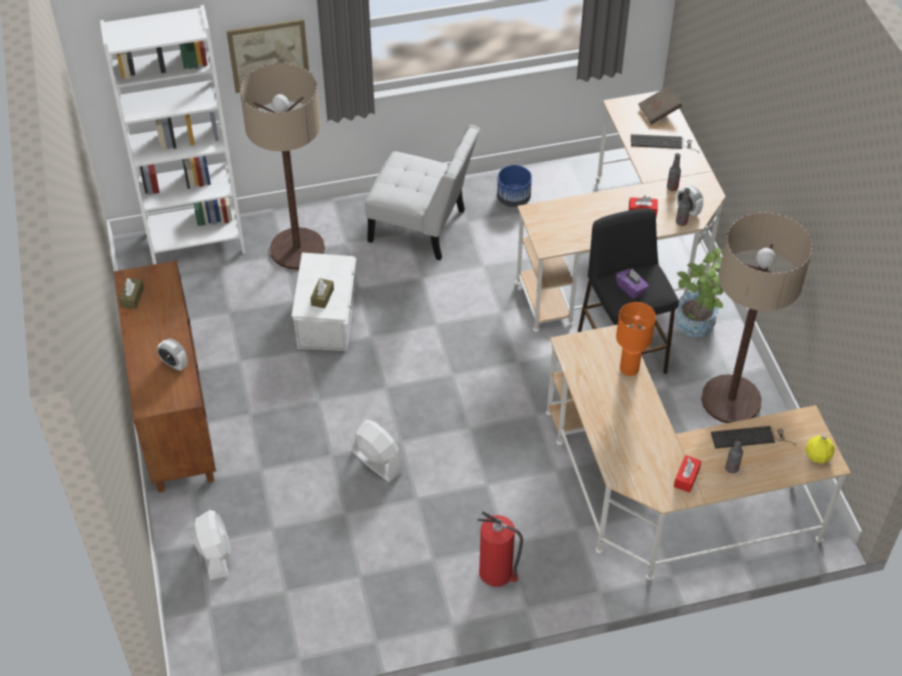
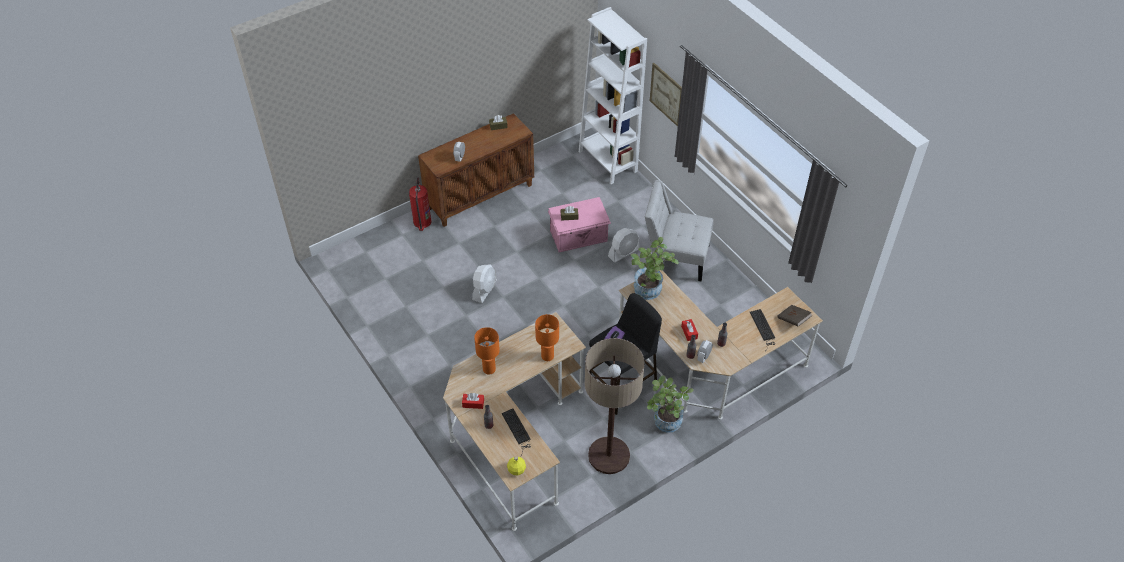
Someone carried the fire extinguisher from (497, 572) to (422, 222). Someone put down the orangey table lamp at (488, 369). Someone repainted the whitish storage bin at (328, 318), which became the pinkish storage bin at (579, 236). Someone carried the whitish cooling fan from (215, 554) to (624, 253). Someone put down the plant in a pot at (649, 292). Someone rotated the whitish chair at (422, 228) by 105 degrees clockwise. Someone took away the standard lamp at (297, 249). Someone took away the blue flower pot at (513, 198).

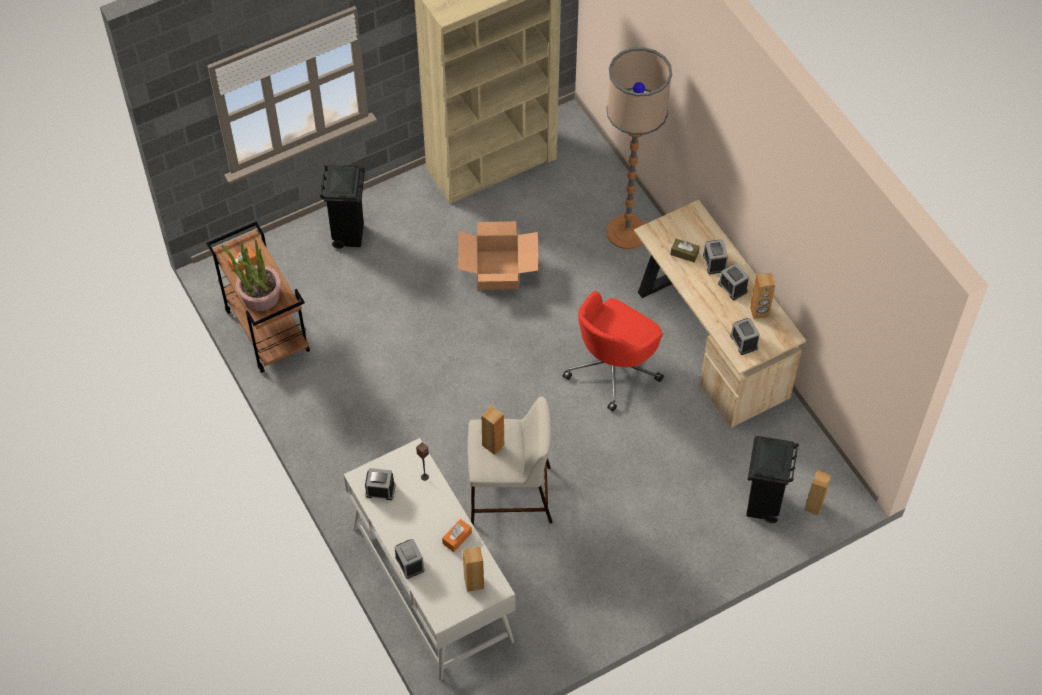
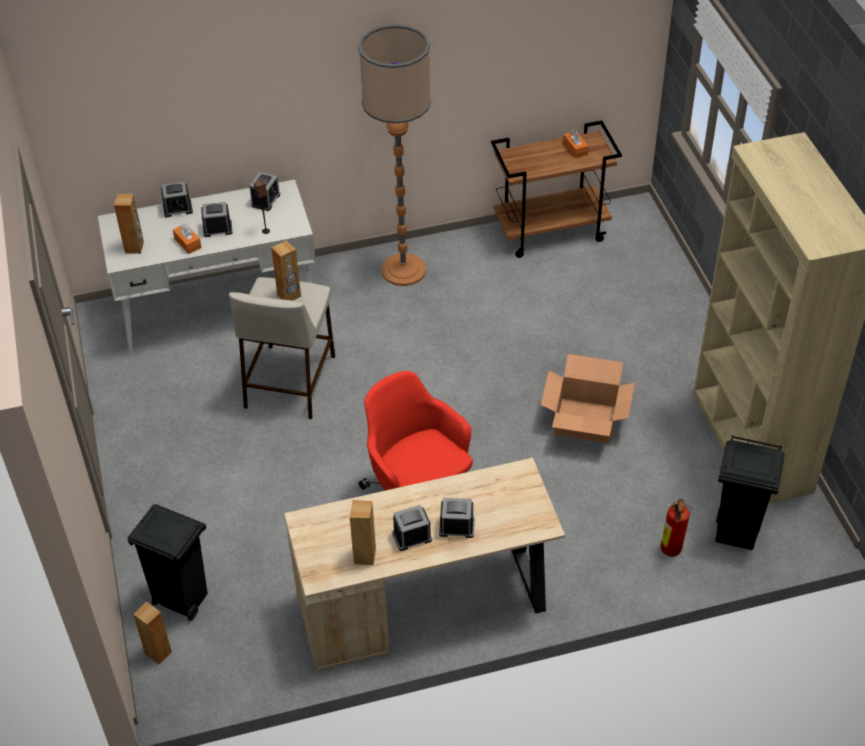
Someone carried the alarm clock from (743, 342) to (217, 229). Someone carried the standard lamp from (627, 232) to (404, 270). Someone put down the fire extinguisher at (670, 552). Someone carried the blackish rubbish bin from (349, 235) to (737, 533). Someone took away the plant in a pot at (260, 295). Someone took away the brown tissue box at (684, 253).

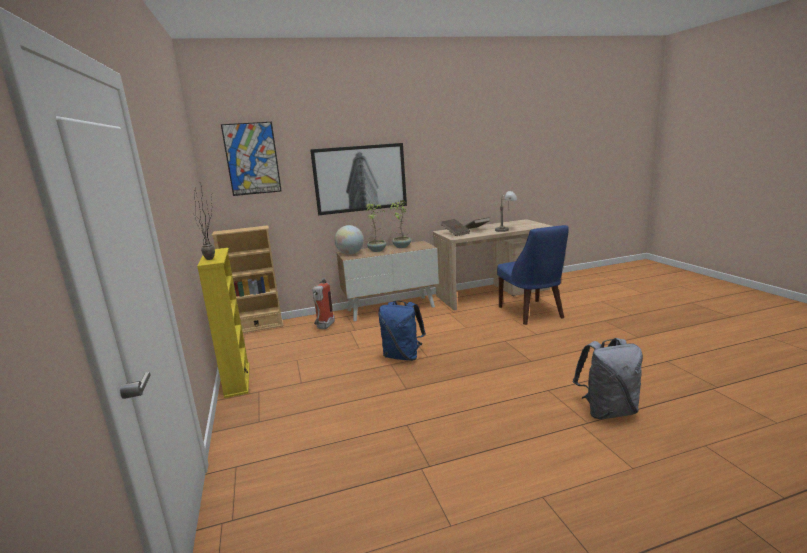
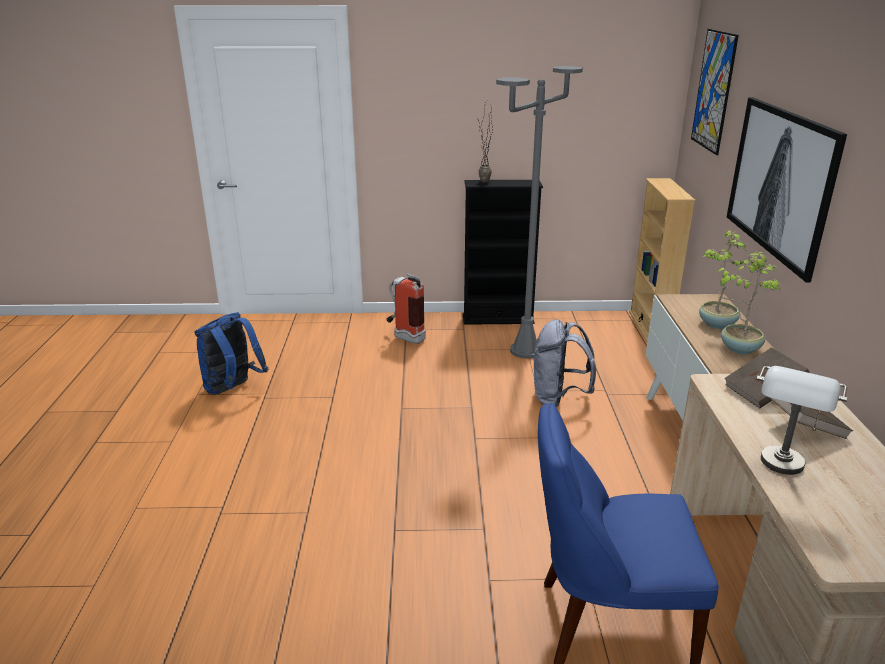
Someone carried the blue rucksack from (403, 356) to (232, 389). Someone carried the fire extinguisher from (324, 327) to (404, 337). Someone repainted the yellowish bookcase at (237, 380), which became the blackish bookcase at (498, 319). Someone put down the grey standard lamp at (525, 351). Someone carried the grey rucksack from (607, 411) to (558, 398). Someone took away the world globe at (350, 254).

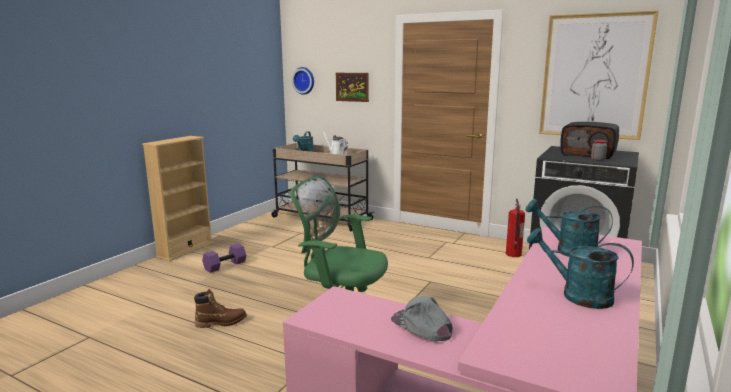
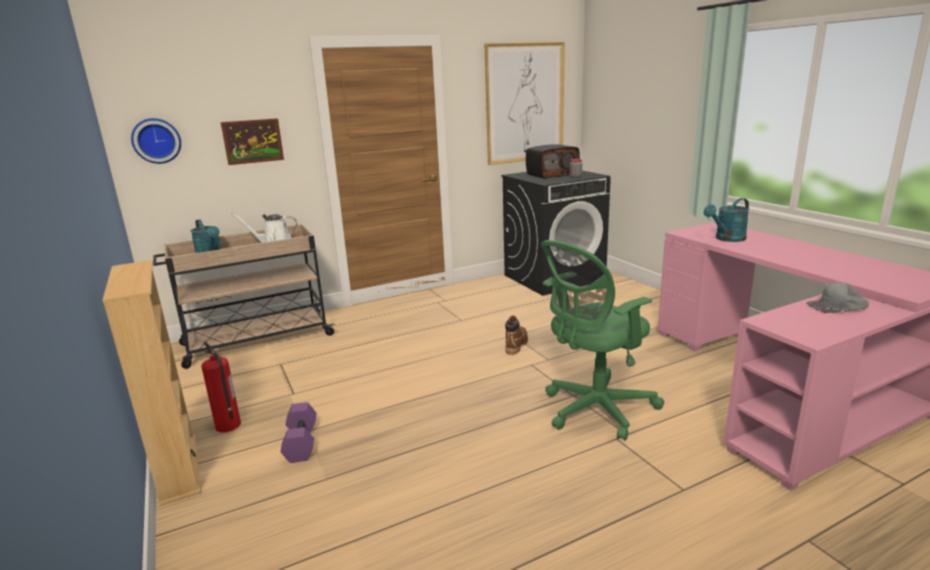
Someone carried the fire extinguisher from (513, 254) to (228, 425). Someone carried the brown high-top boot from (221, 322) to (516, 344). Someone took away the turquoise-coloured watering can at (577, 295).

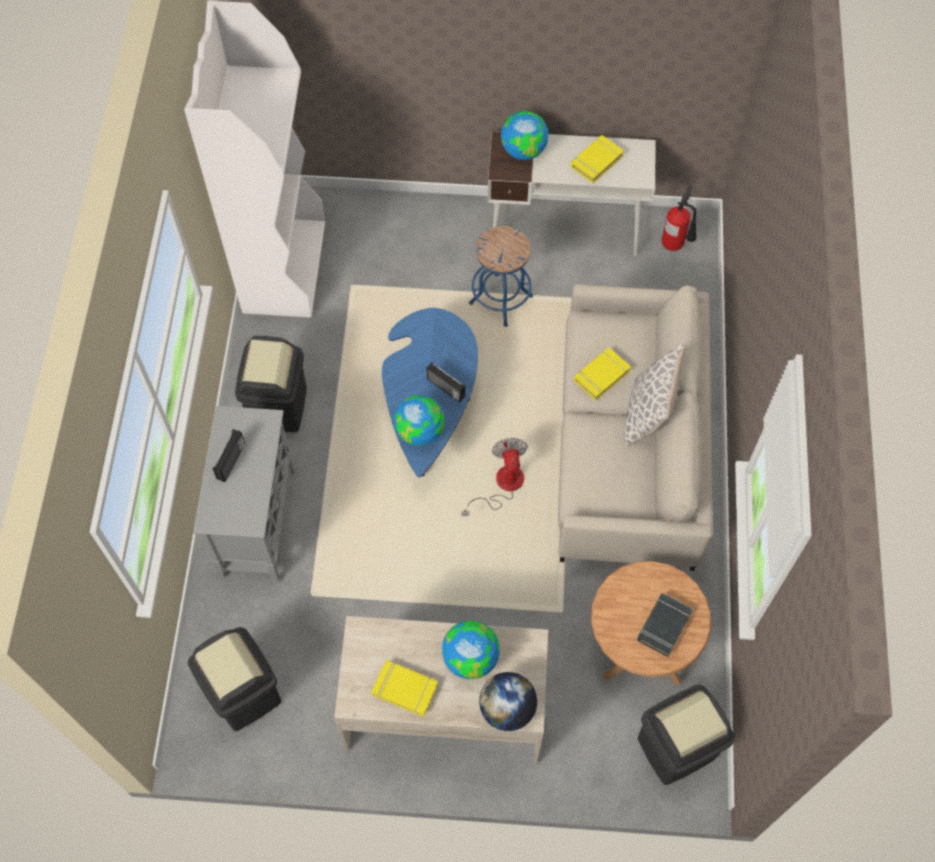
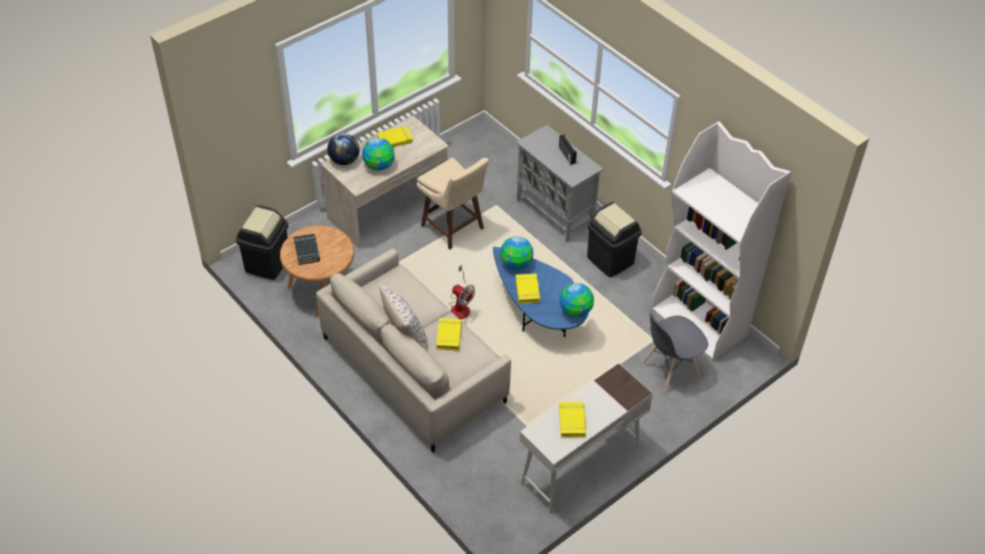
Someone put down the beige-coloured stool seat at (453, 228). Someone swapped the radio receiver at (445, 388) for the yellowish book at (527, 290). Someone carried the world globe from (523, 150) to (576, 311). Someone put down the grey chair at (670, 370). Someone took away the blackish rubbish bin at (243, 693). Someone took away the blue stool seat at (501, 299). Someone took away the fire extinguisher at (676, 244).

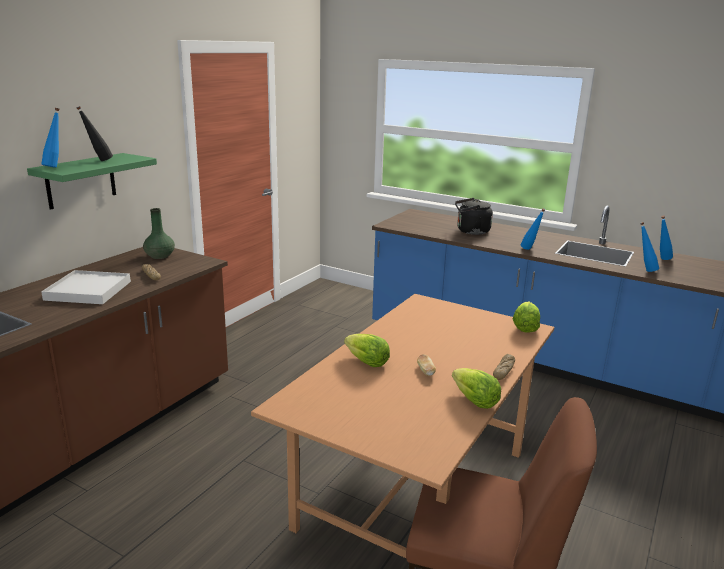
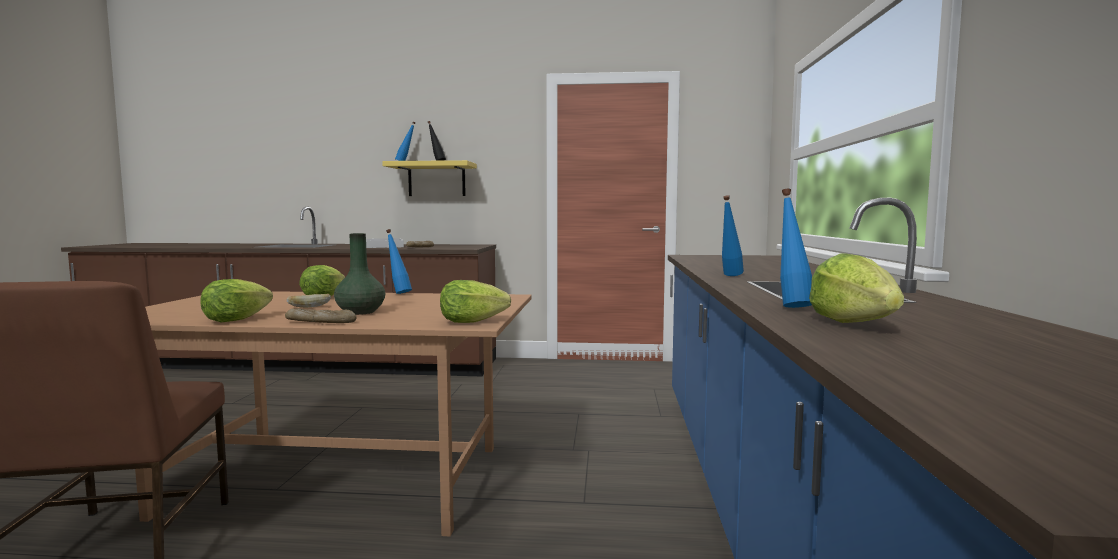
Someone carried the greenish flower vase from (159, 256) to (360, 312). Someone repainted the greenish bracket shelf at (81, 181), which became the yellowish bracket shelf at (436, 180). Someone carried the blue beverage bottle from (661, 259) to (398, 293). Someone put down the lettuce head at (853, 323). Someone took away the blackish kettle at (471, 231).

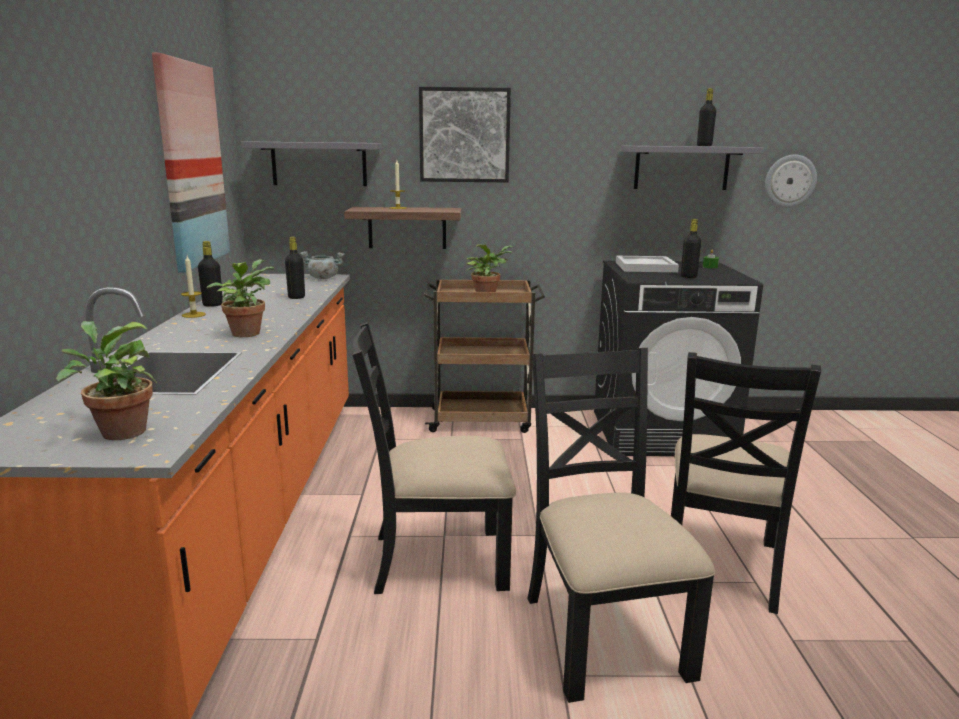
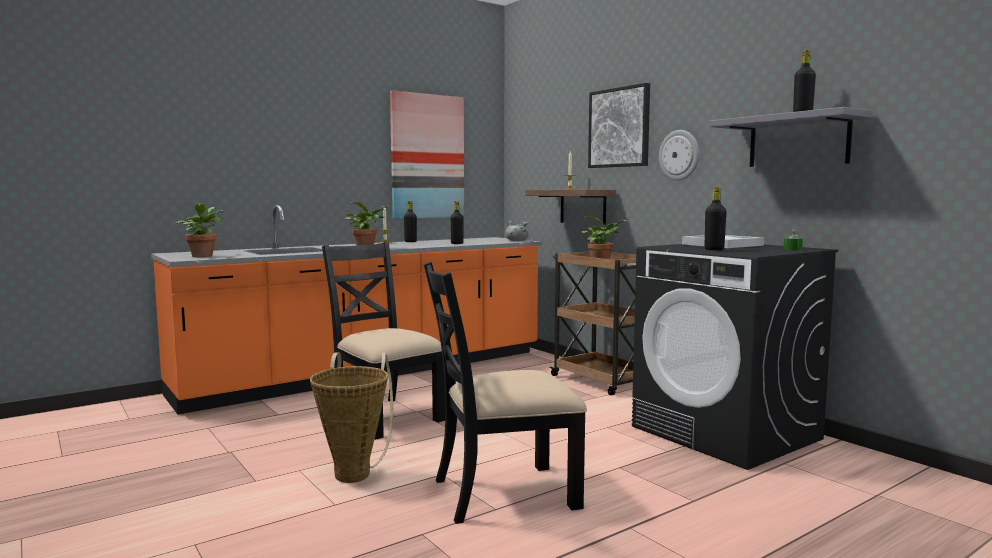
Someone swapped the blackish chair at (603, 634) for the storage basket at (354, 472). Someone carried the clock on the wall from (790, 181) to (679, 155). Someone took away the grey bracket shelf at (319, 164).

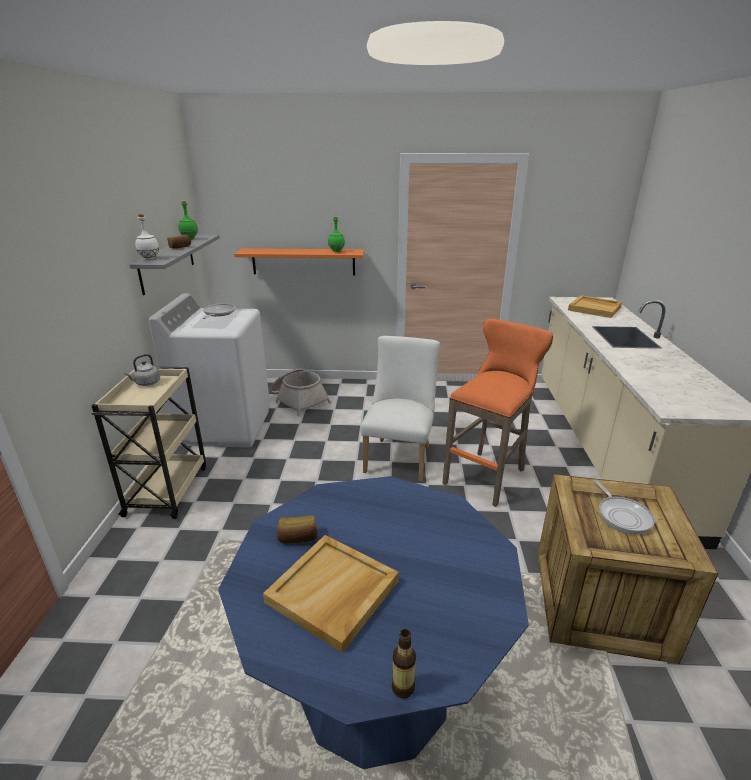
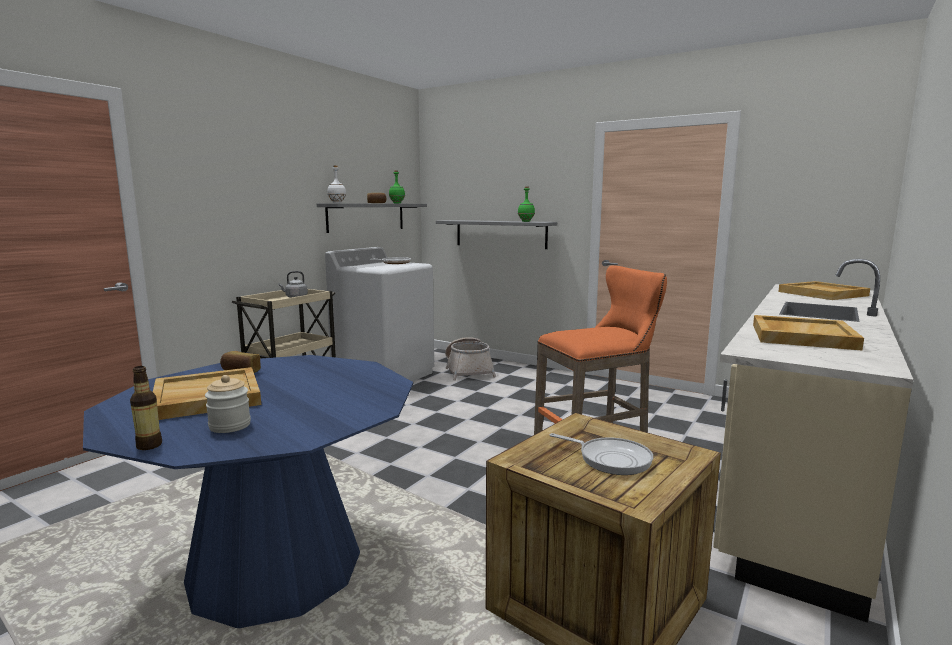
Someone put down the jar at (230, 426). Someone repainted the orangey bracket shelf at (303, 261), which became the grey bracket shelf at (500, 234). Someone rotated the skillet at (622, 516) by 75 degrees counterclockwise. Someone put down the beige-coloured tray at (801, 336). Someone took away the whitish chair at (400, 456).

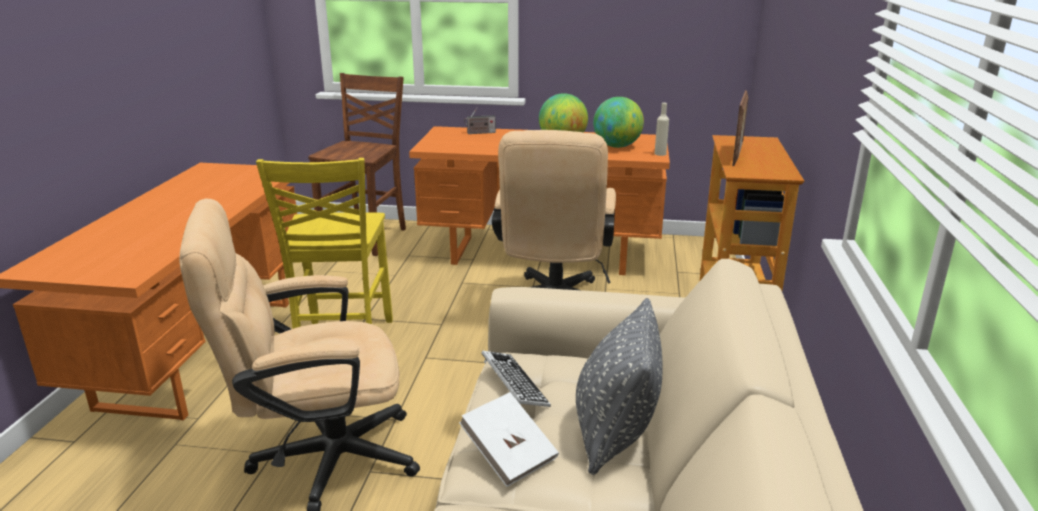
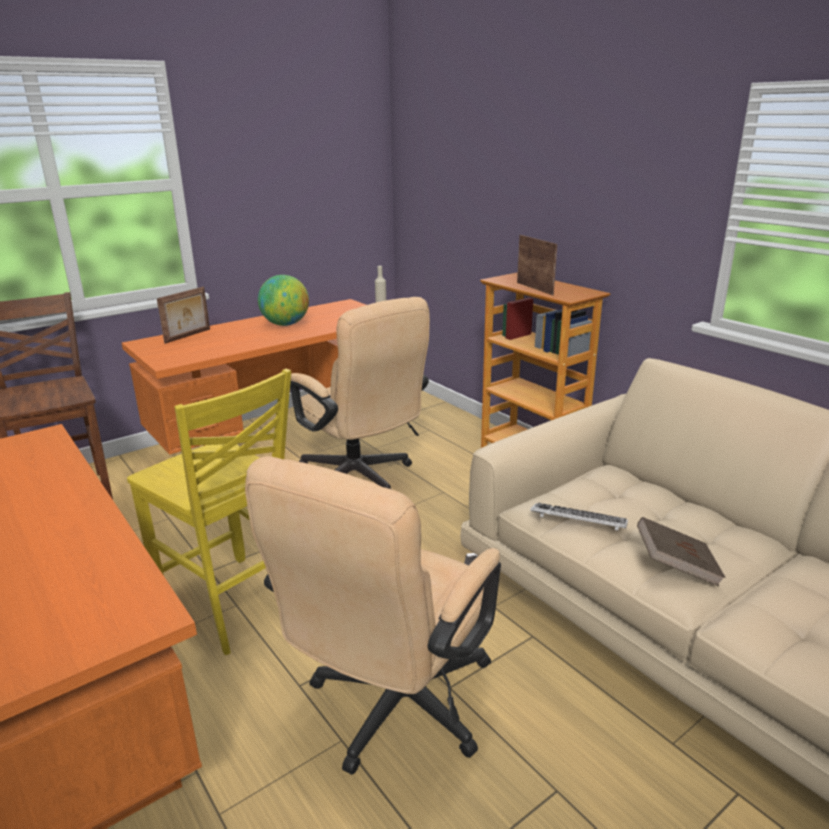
Someone swapped the radio receiver at (480, 133) for the photo frame at (188, 336). Someone repainted the whitish book at (509, 455), which became the brown book at (676, 567). Someone took away the grey cushion at (615, 433). Someone took away the world globe at (617, 146).

